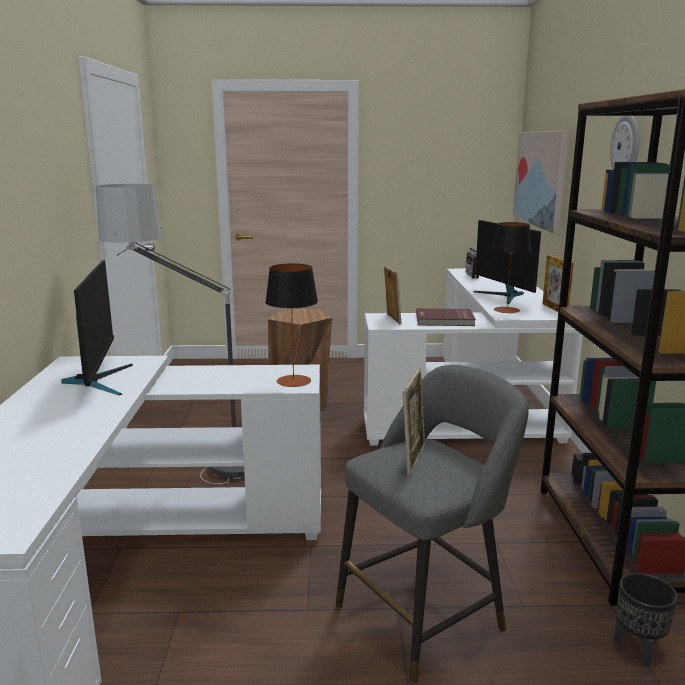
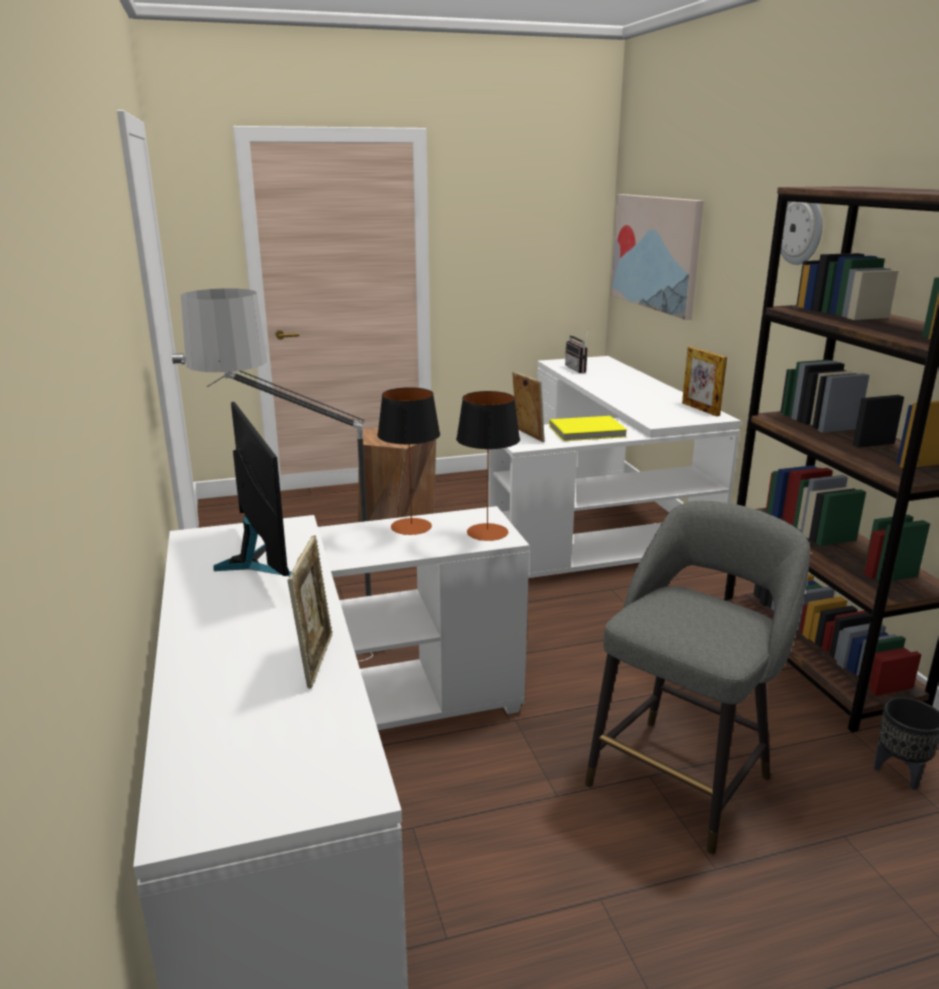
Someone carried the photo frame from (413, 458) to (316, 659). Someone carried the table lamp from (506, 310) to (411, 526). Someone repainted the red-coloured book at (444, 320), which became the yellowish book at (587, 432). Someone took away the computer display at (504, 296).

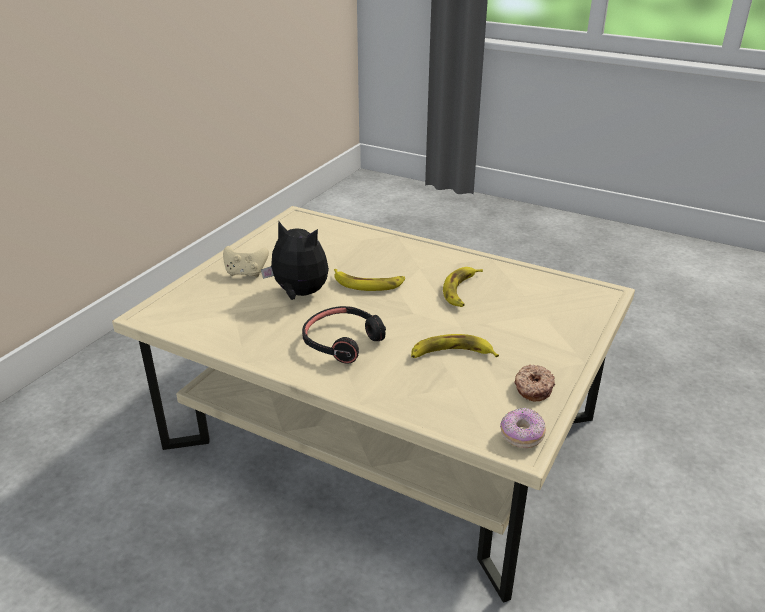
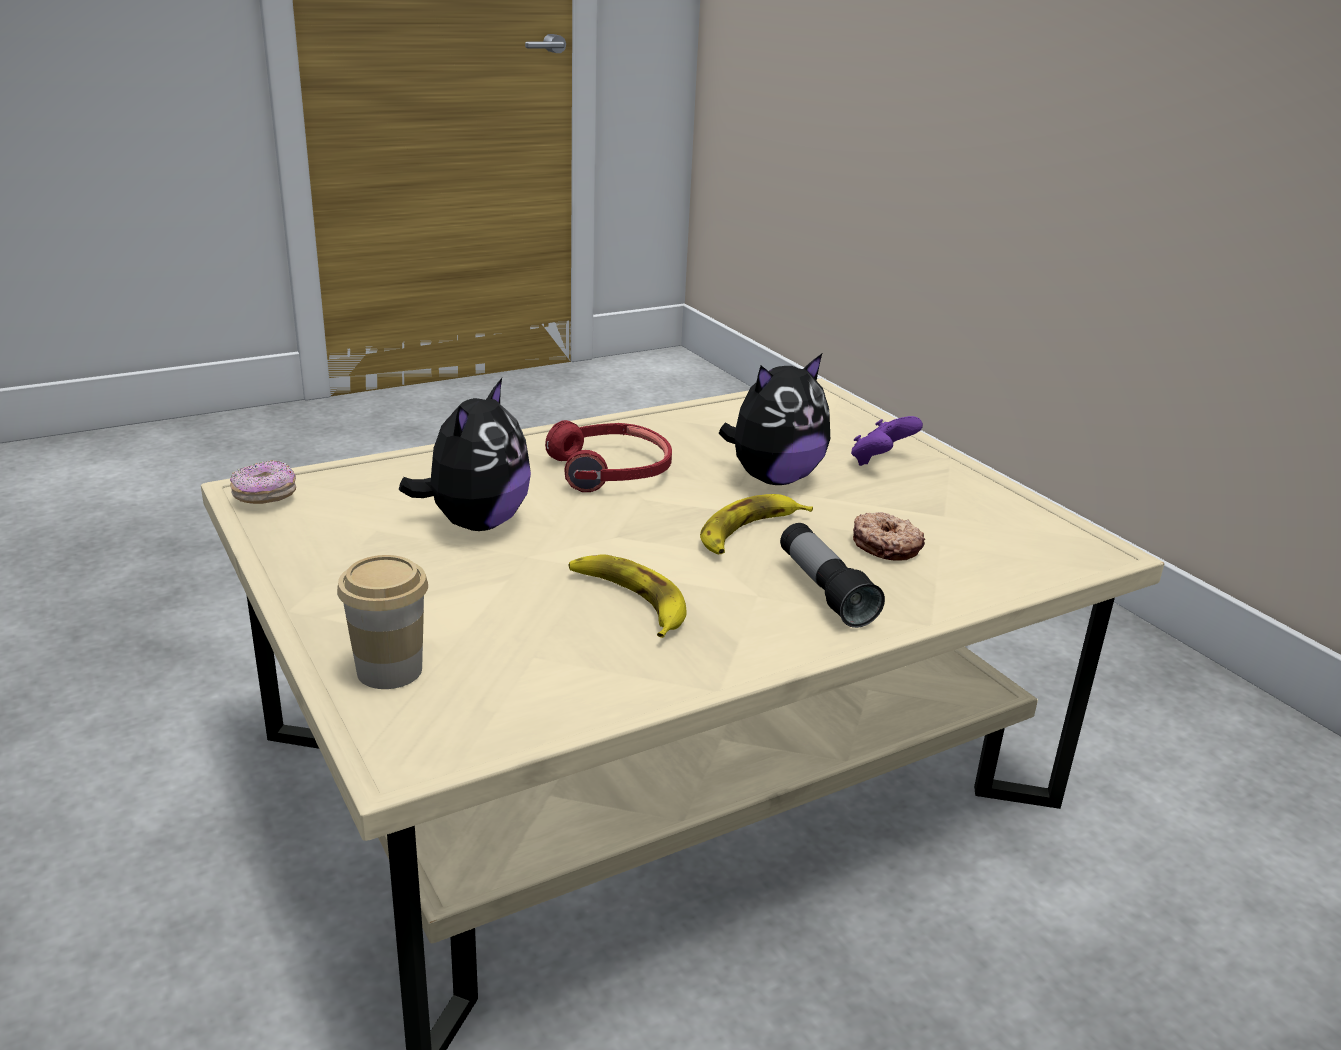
Someone put down the drinking cup at (389, 670). Someone swapped the banana at (451, 354) for the soft toy at (476, 523). Someone repainted the blackish headset at (342, 341), which became the red-coloured headset at (611, 470). Someone put down the hand torch at (825, 590). Someone repainted the beige-coloured joypad at (246, 273), which became the purple-coloured joypad at (880, 462). Someone carried the donut from (532, 388) to (886, 546).

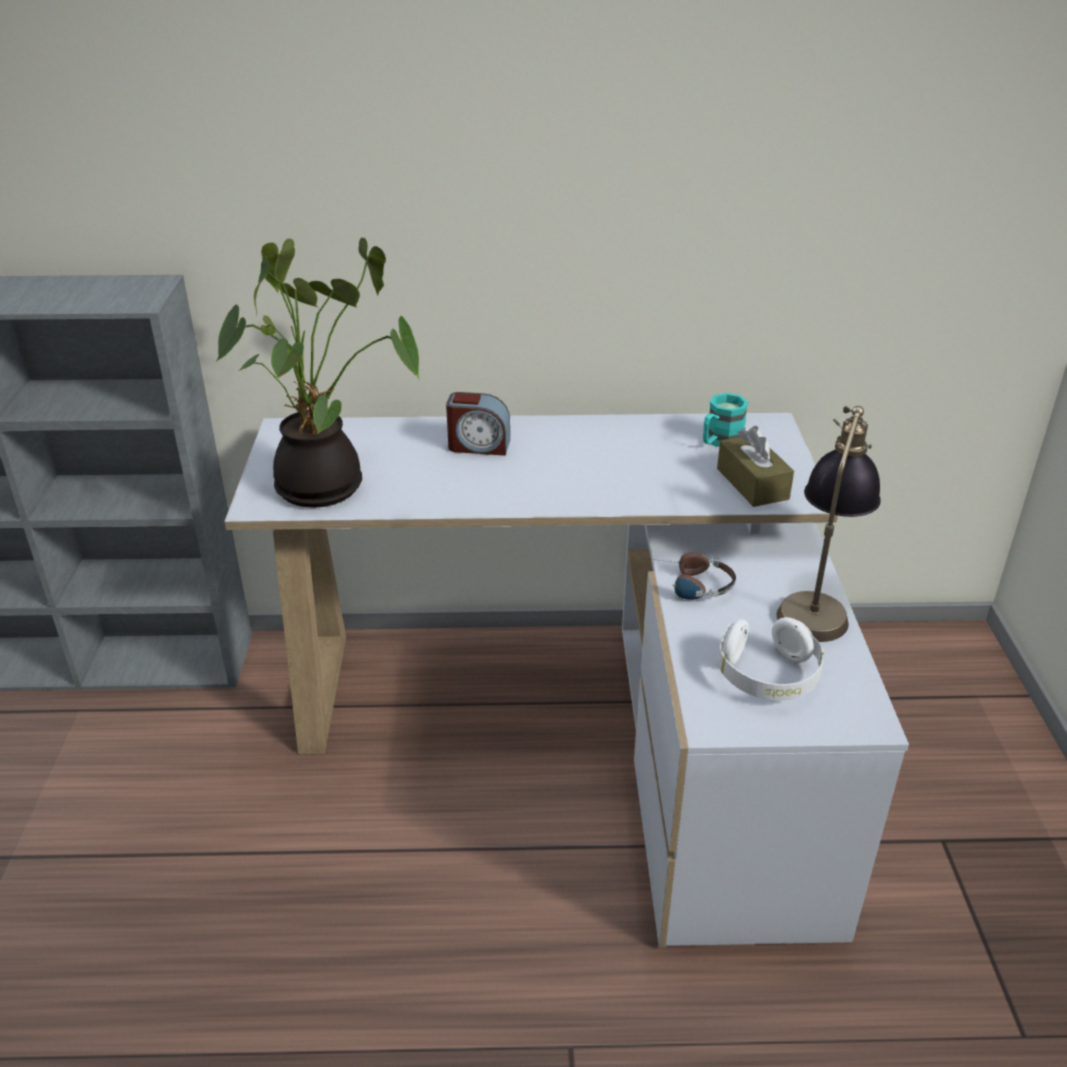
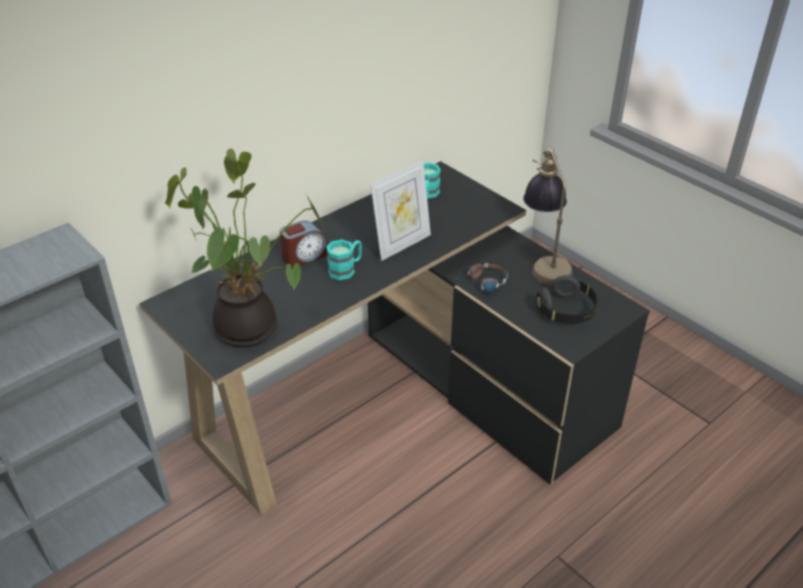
Someone repainted the whitish desk table at (584, 727), which became the blackish desk table at (403, 401). Someone put down the turquoise-coloured tea mug at (346, 269). Someone put down the photo frame at (401, 244). Someone repainted the whitish headset at (768, 676), which became the blackish headset at (566, 311). Someone took away the brown tissue box at (752, 484).

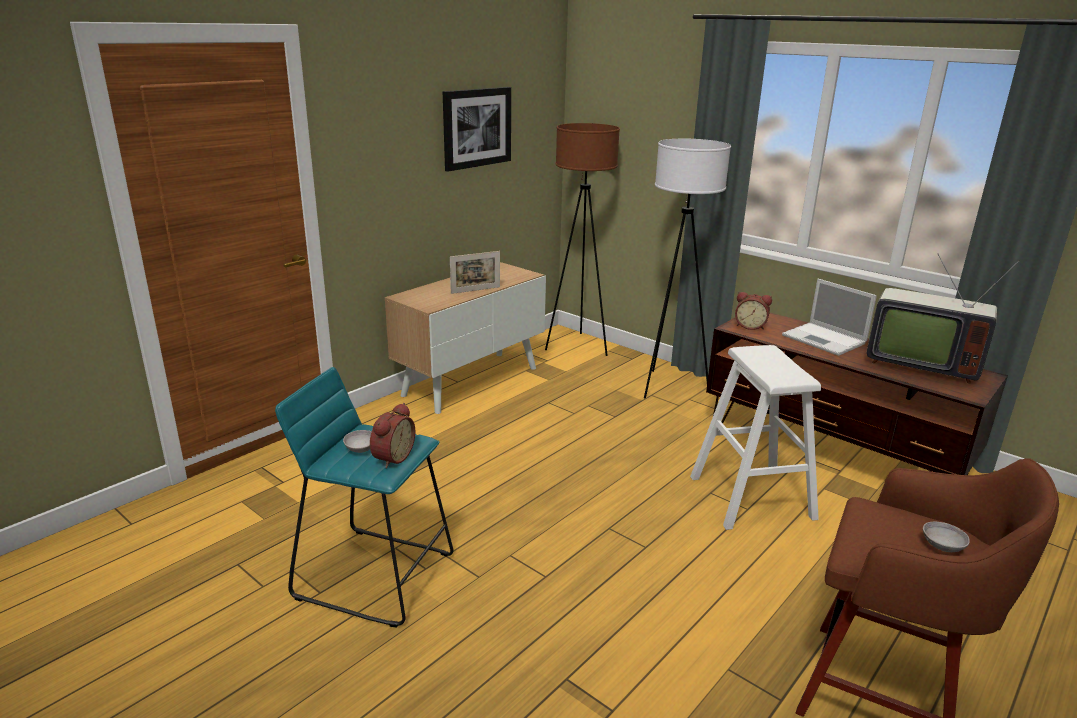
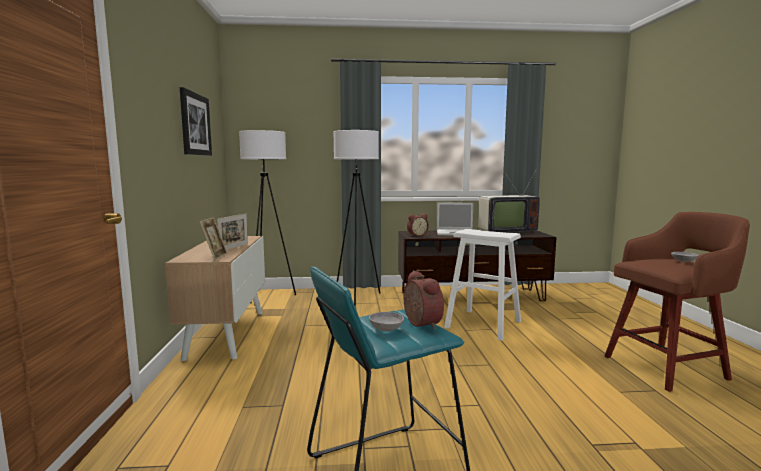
Someone put down the photo frame at (215, 257). Someone repainted the brown standard lamp at (578, 346), which became the whitish standard lamp at (269, 296).

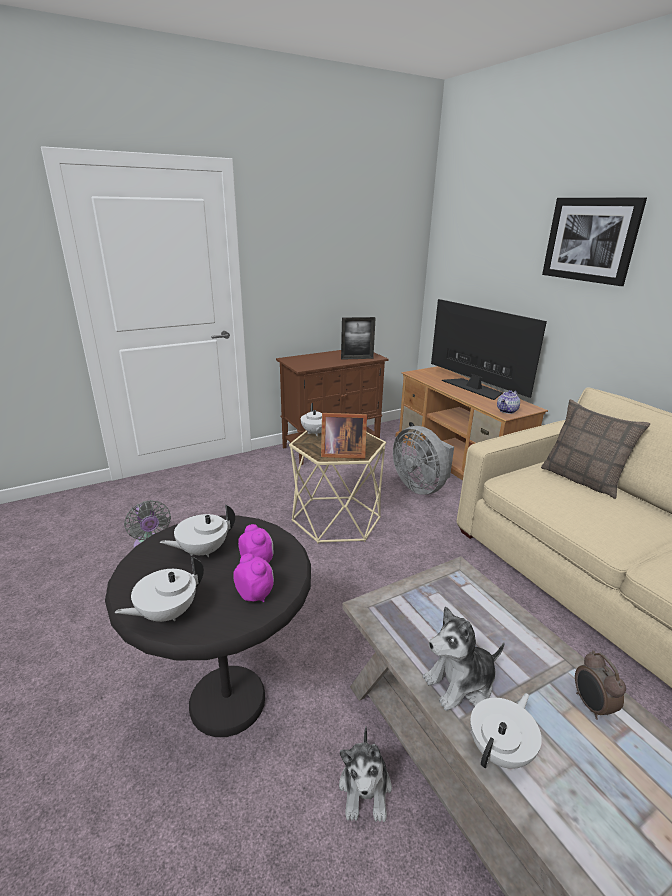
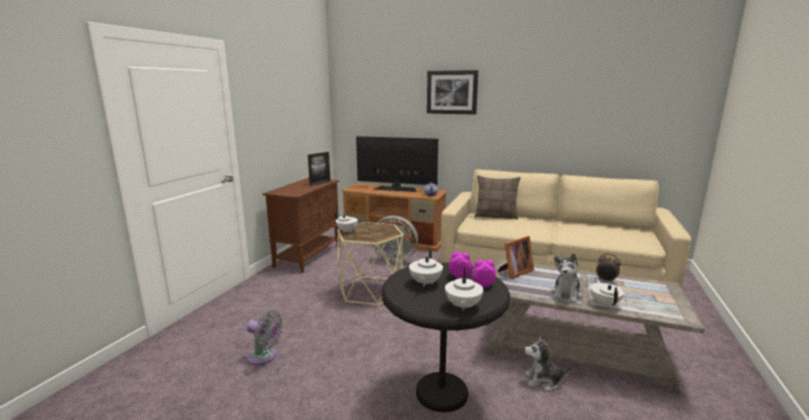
Someone carried the photo frame from (341, 453) to (514, 272). Someone rotated the soft toy at (365, 788) by 135 degrees clockwise.

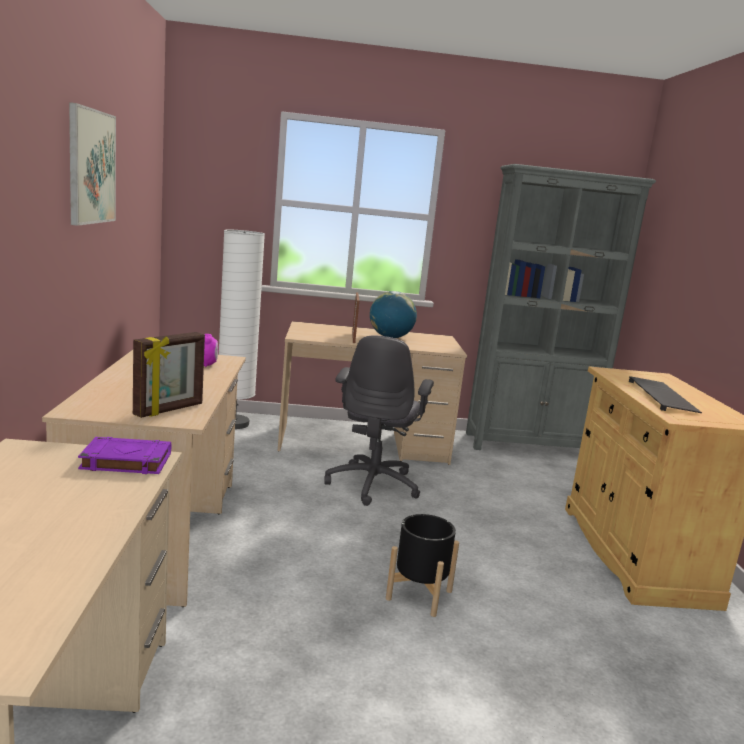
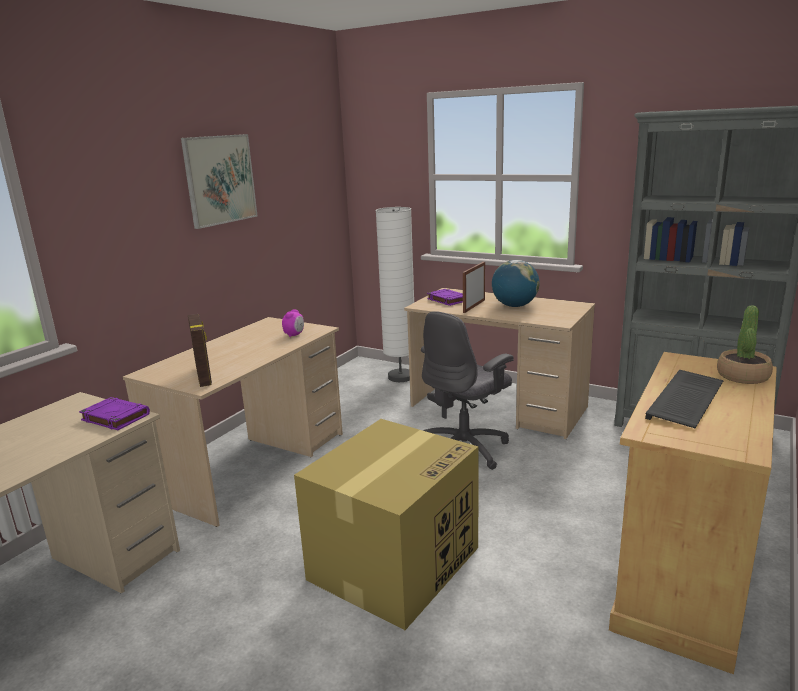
Someone rotated the photo frame at (169, 410) by 90 degrees counterclockwise. Someone swapped the blackish flower pot at (419, 595) for the carton at (395, 562). Someone put down the purple-coloured book at (447, 300). Someone put down the plant in a pot at (743, 376).

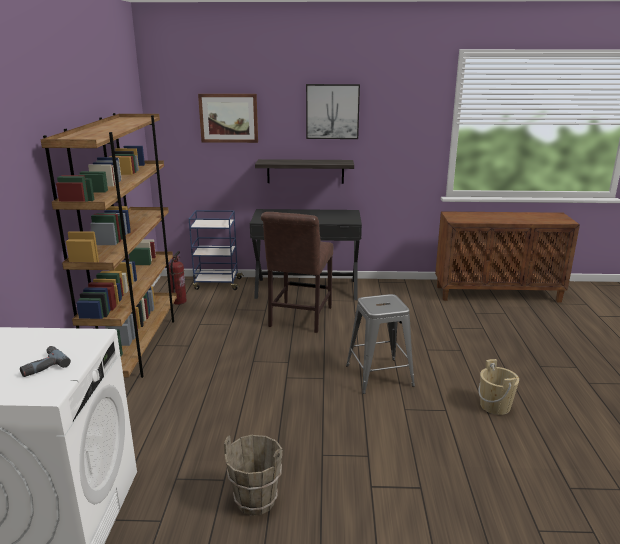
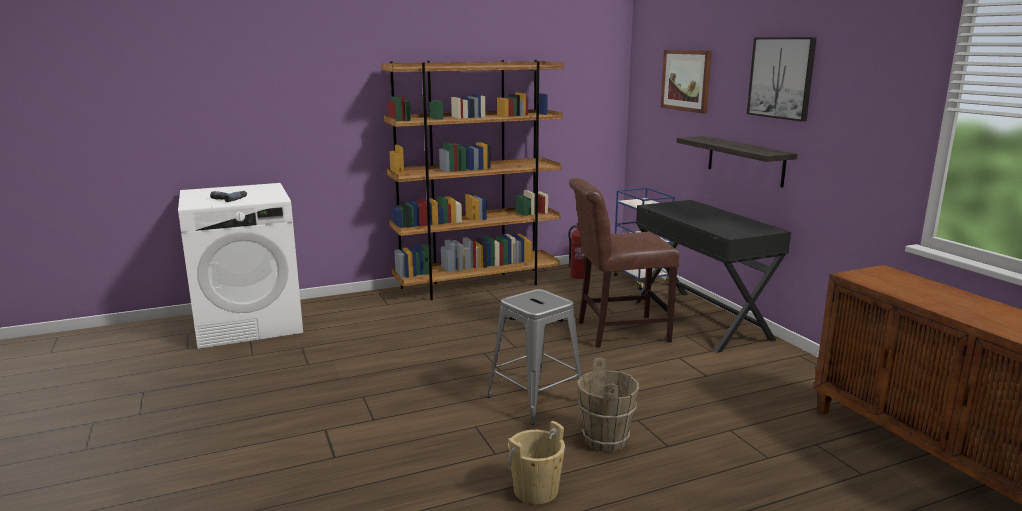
Someone carried the brown pail from (256, 500) to (606, 440).

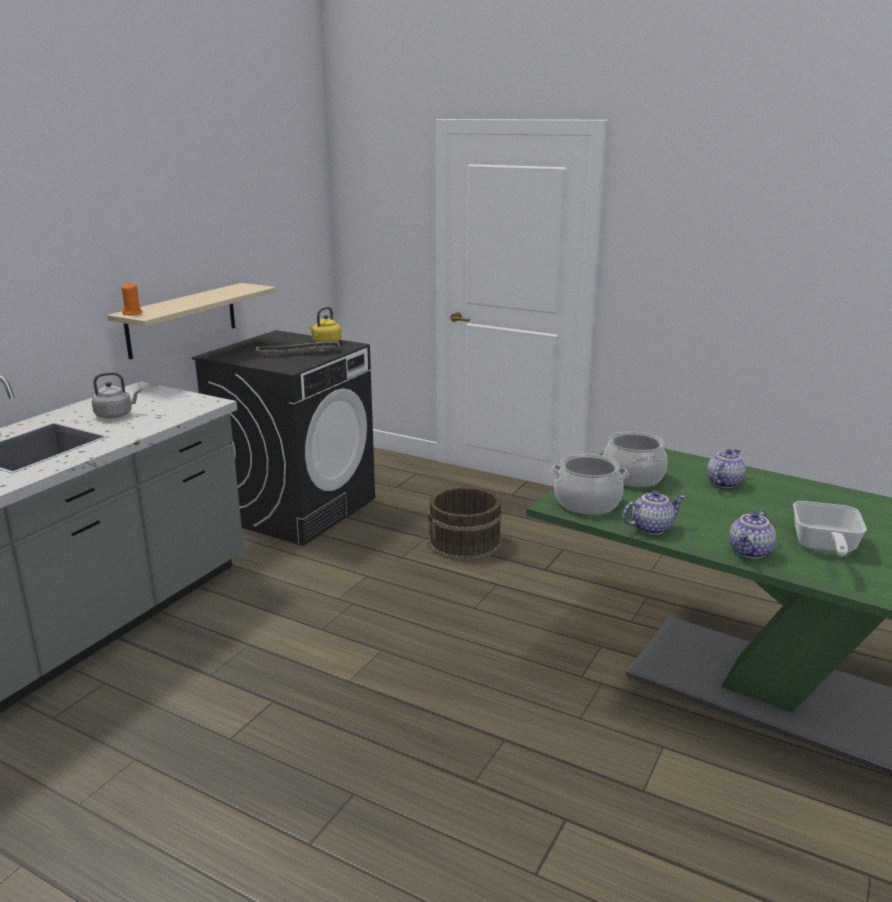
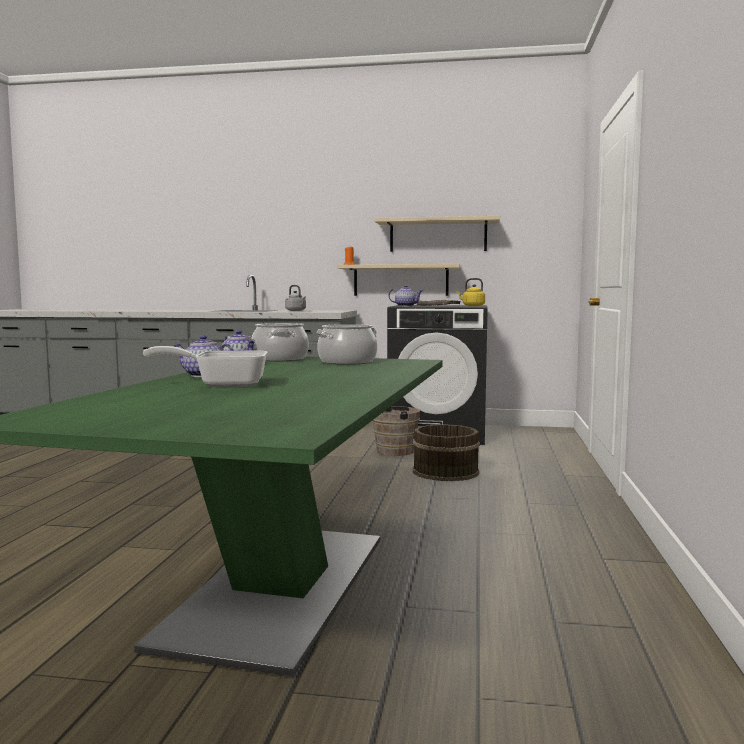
Someone put down the brown pail at (392, 451). Someone put up the beige-coloured bracket shelf at (438, 235). Someone carried the tea pot from (723, 483) to (405, 306).

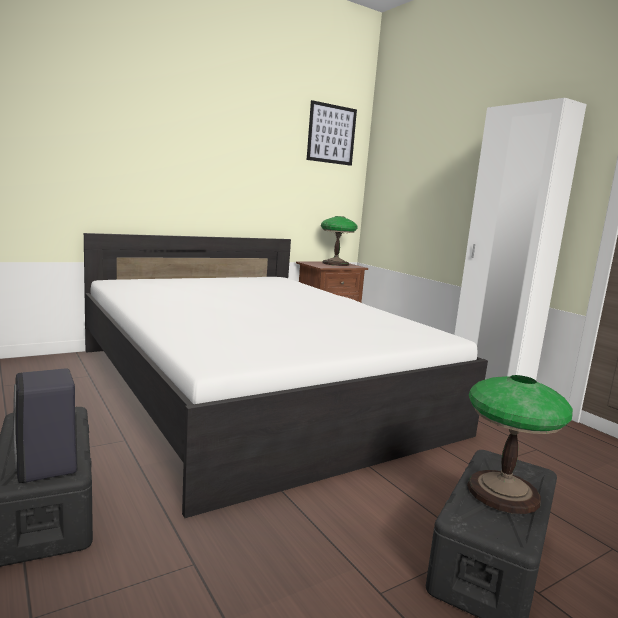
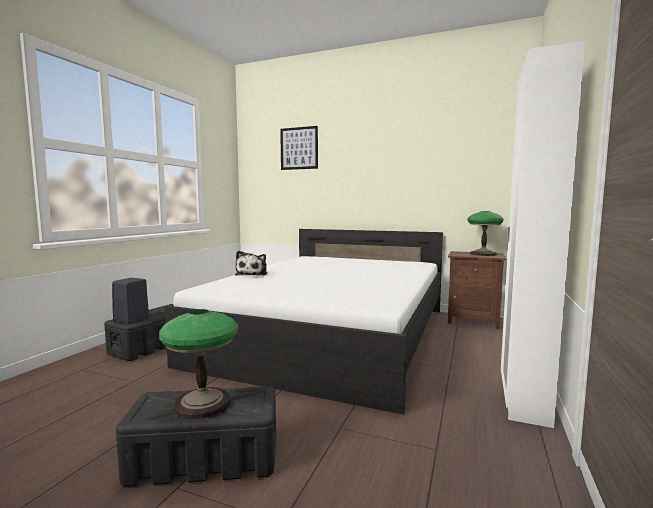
Someone put down the soft toy at (253, 274). Someone carried the wall art from (331, 134) to (299, 148).

